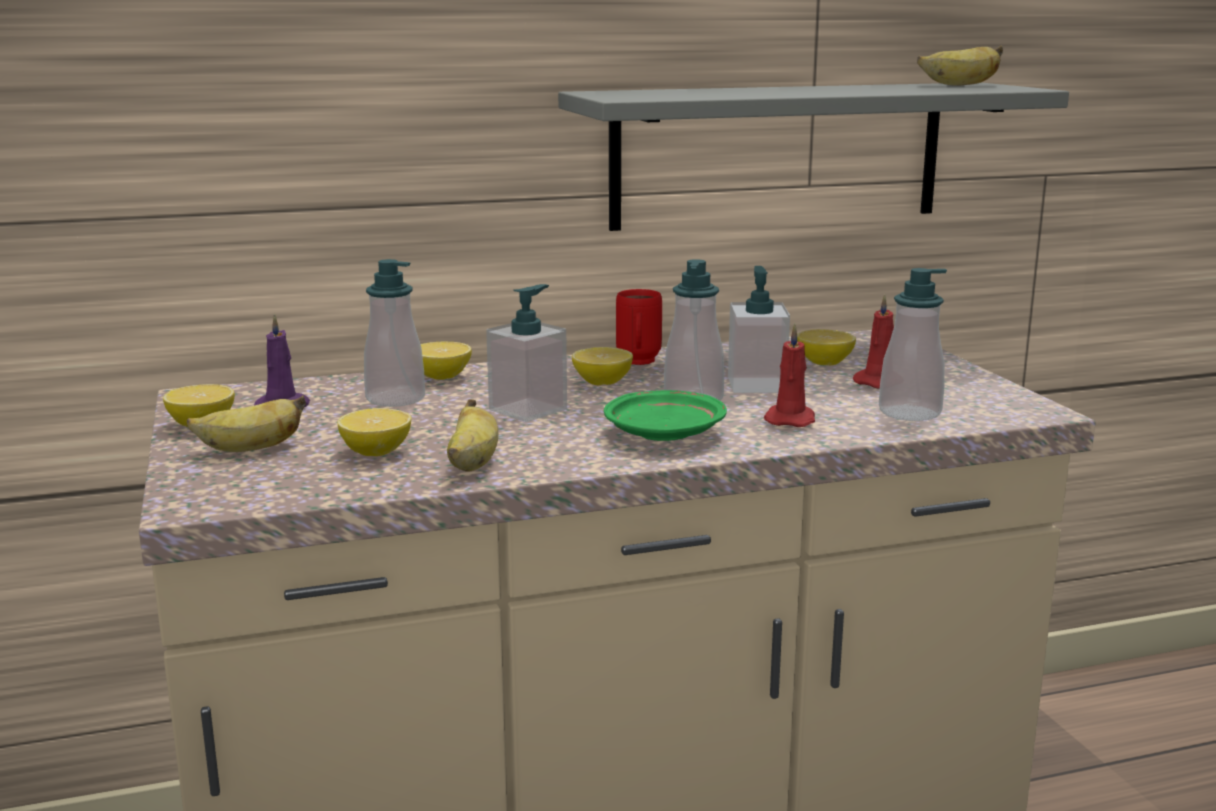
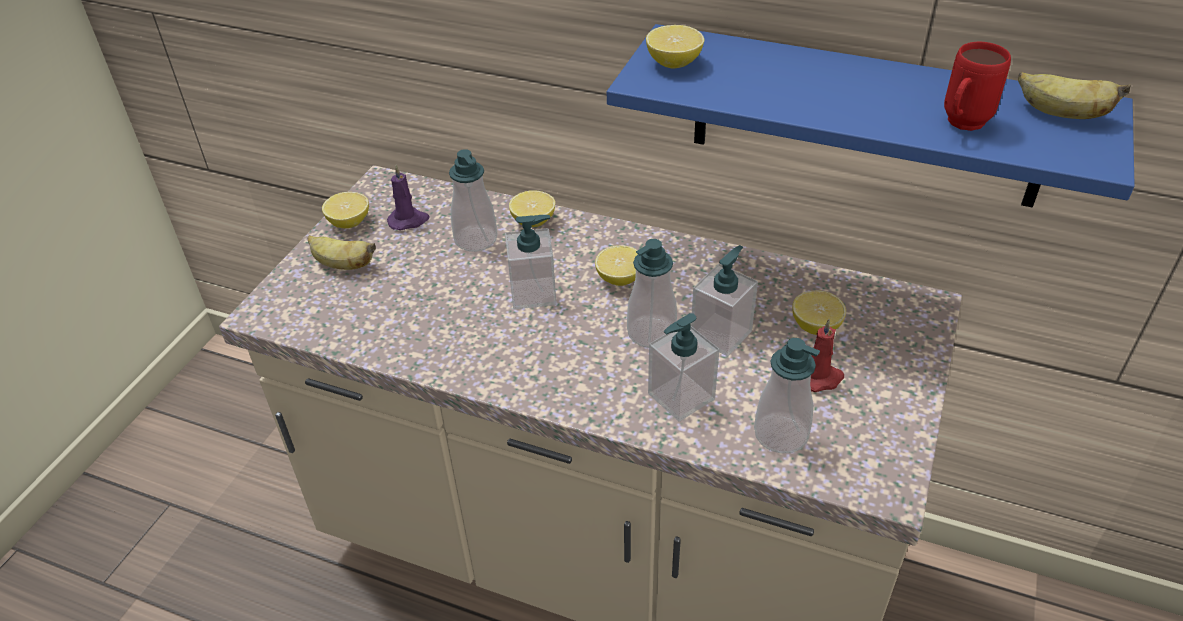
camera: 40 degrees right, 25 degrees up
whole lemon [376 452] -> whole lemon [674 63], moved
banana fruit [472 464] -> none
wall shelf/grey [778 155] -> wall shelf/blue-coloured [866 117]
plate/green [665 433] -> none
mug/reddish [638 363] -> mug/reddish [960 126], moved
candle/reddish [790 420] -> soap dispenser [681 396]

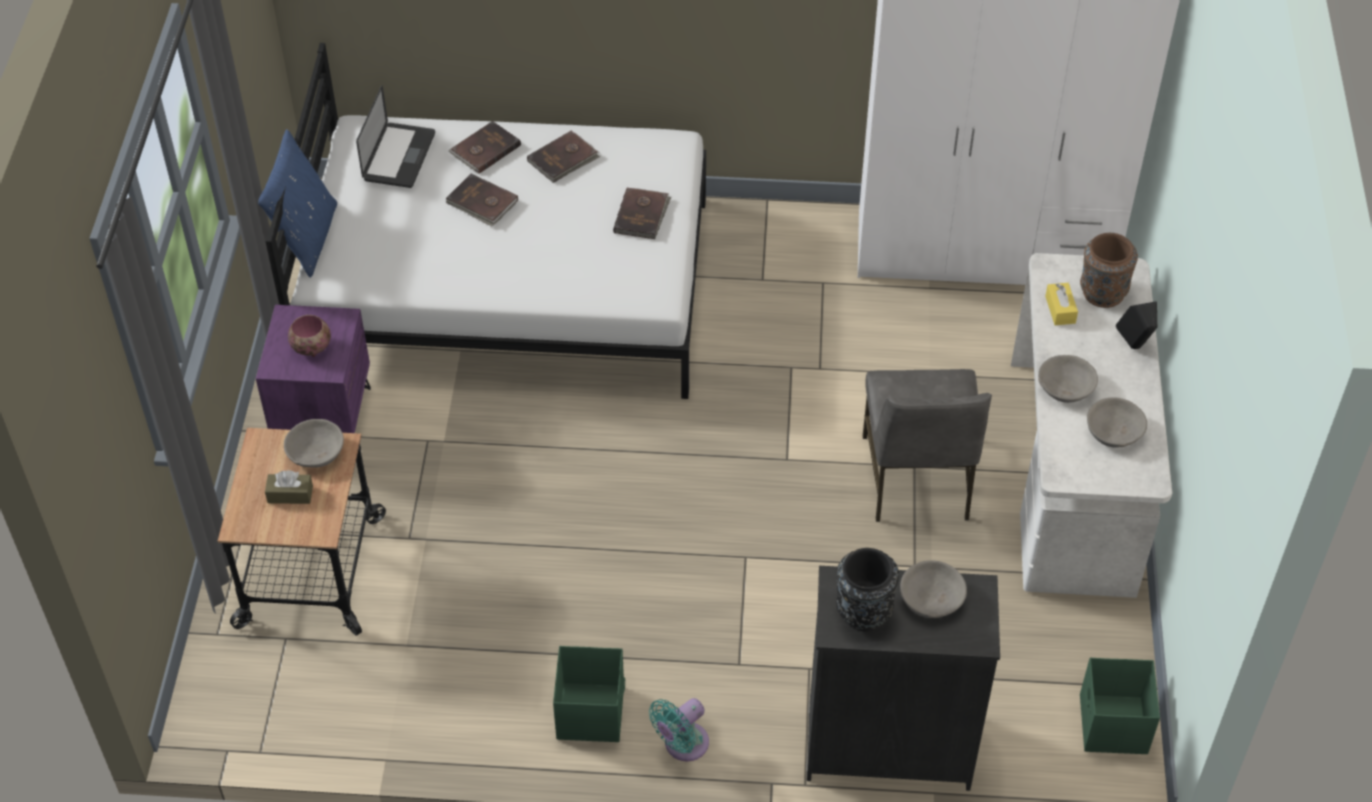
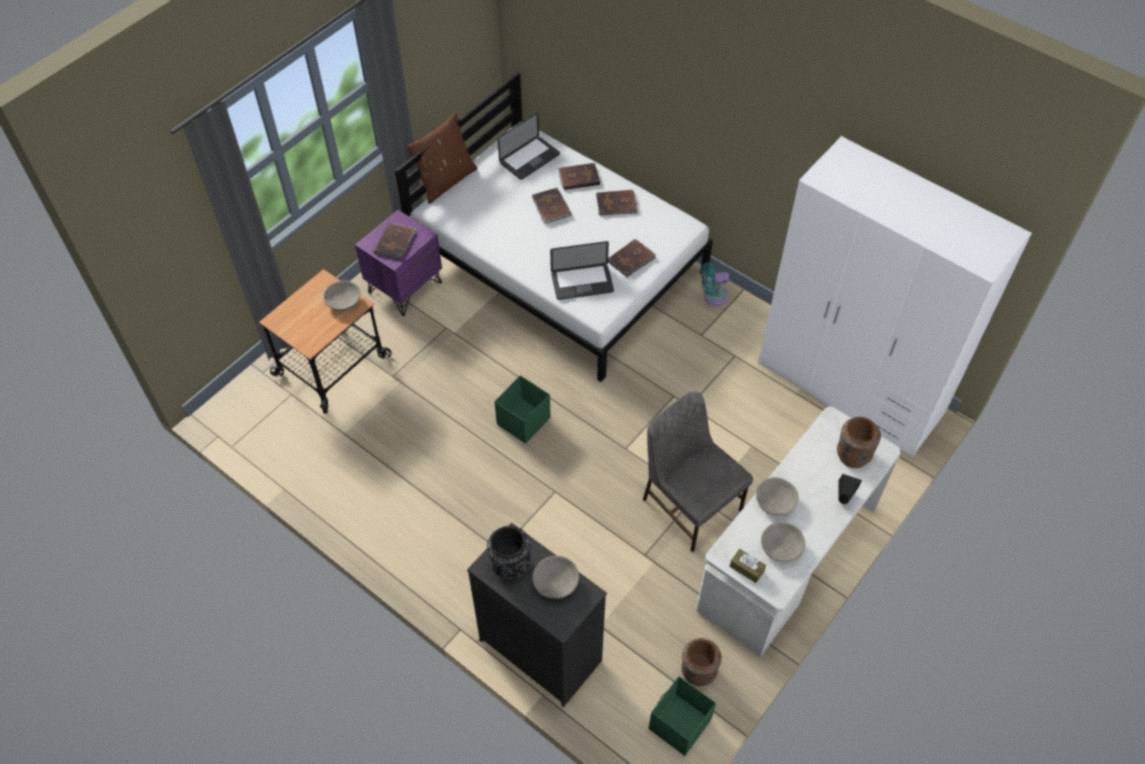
camera: 35 degrees right, 5 degrees up
throw pillow/blue-coloured [306 238] -> throw pillow/brown-coloured [445 181]
tissue box/brown-coloured [290 494] -> tissue box/brown-coloured [746 568], moved
serving bowl [312 347] -> bound book/brown-coloured [396 242]
storage bin/green [591 712] -> storage bin/green [524 421], moved
electric fan/turquoise [682 745] -> electric fan/turquoise [713 296], moved
plain chair/grey [917 479] -> plain chair/grey [690 504], 105 degrees clockwise
tissue box/yellowish [1060 310] -> none
none -> laptop [582 283]
none -> decorative vase/brown-coloured [698 671]

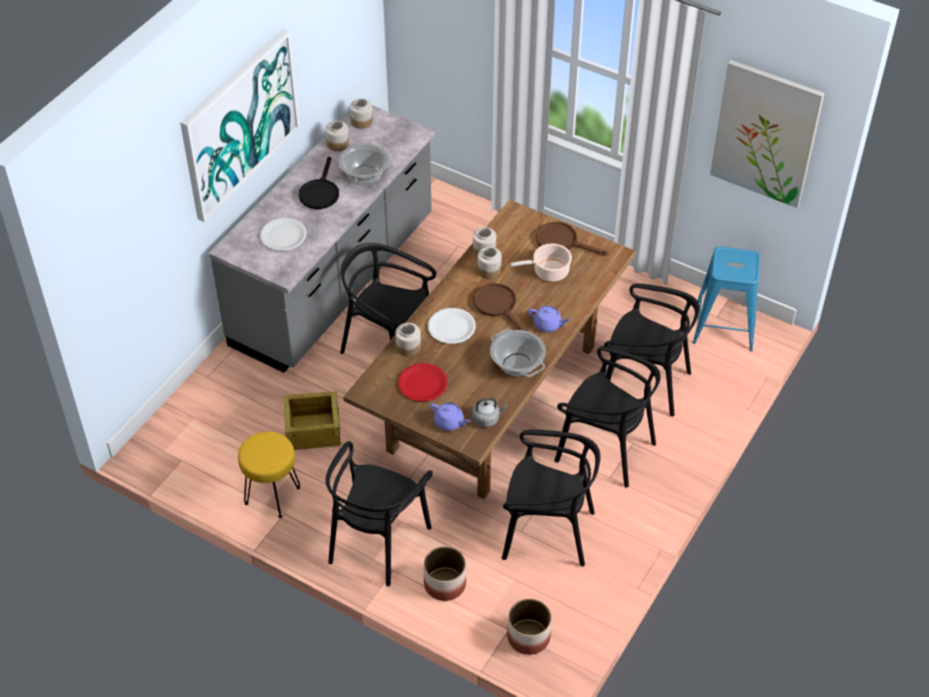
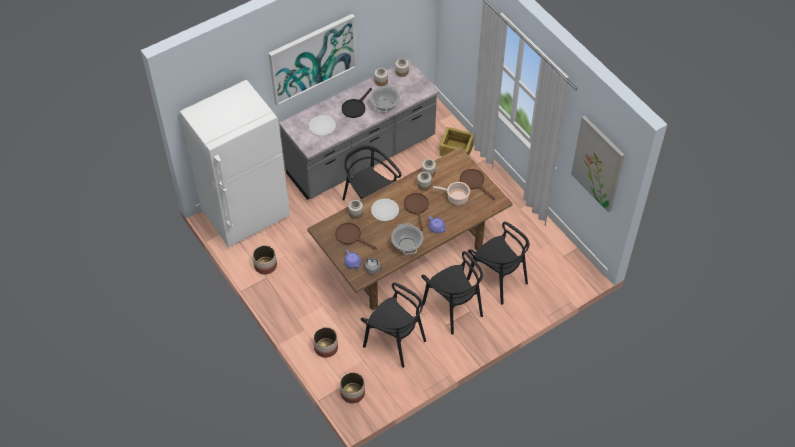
camera: 25 degrees right, 5 degrees up
stool seat/yellowish [273 495] -> planter [265 265]
packing crate [312 429] -> packing crate [456 149], moved
plain chair/blackish [377 542] -> none
plate/reddish [422 383] -> skillet/brown-coloured [351 236]
stool seat/blue-coloured [724 326] -> none
none -> fridge/white-coloured [246 217]

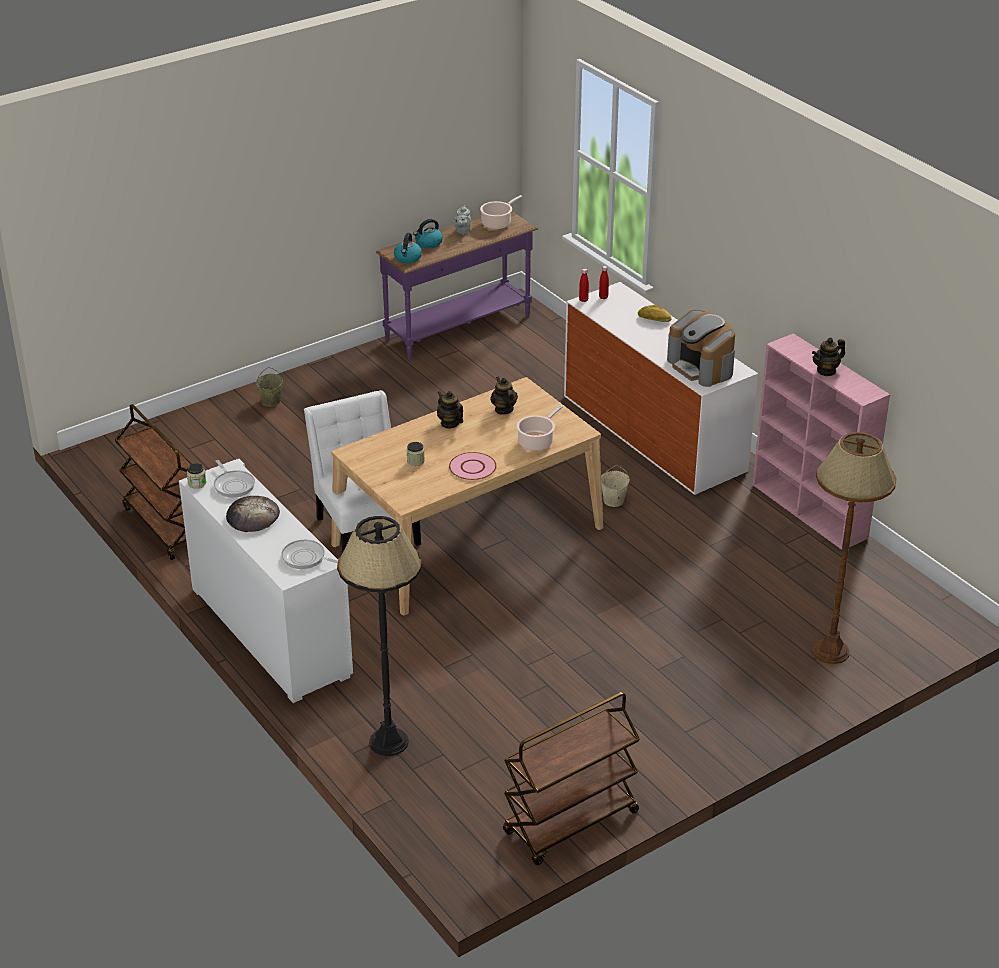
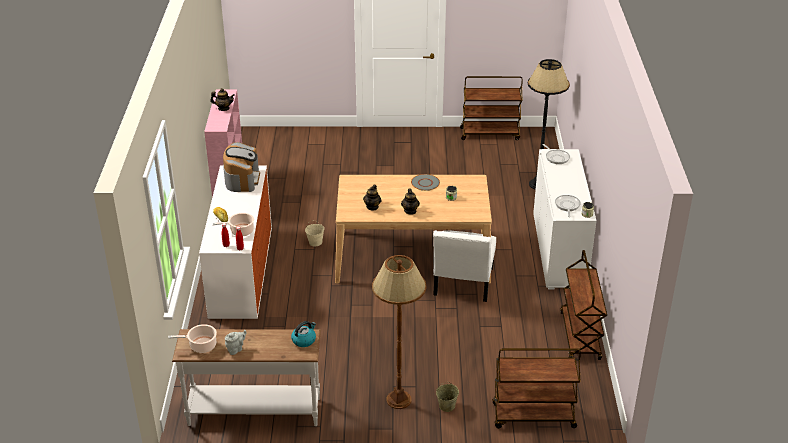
camera: 145 degrees left, 0 degrees up
baked bread [252 517] -> none
console table/purplish [459 329] -> console table/white-coloured [254 410]
tea kettle [428 243] -> none
plate/pink-coloured [472 467] -> plate/grey [425 183]
cooking pot [537 441] -> cooking pot [240 231], moved
floor lamp/brown-coloured [831 651] -> floor lamp/brown-coloured [398 400], moved
none -> trolley/brown-coloured [533 416]

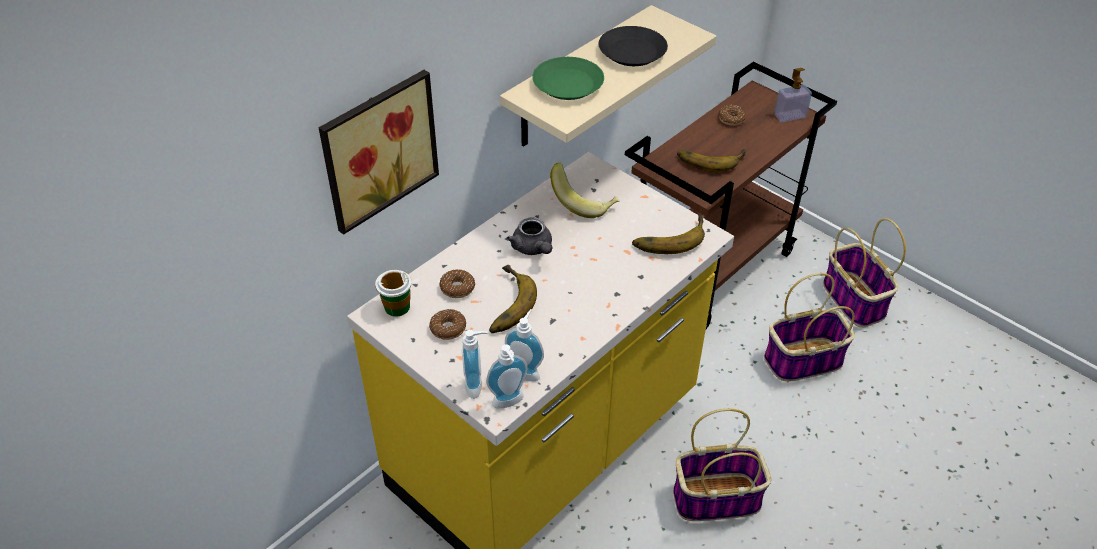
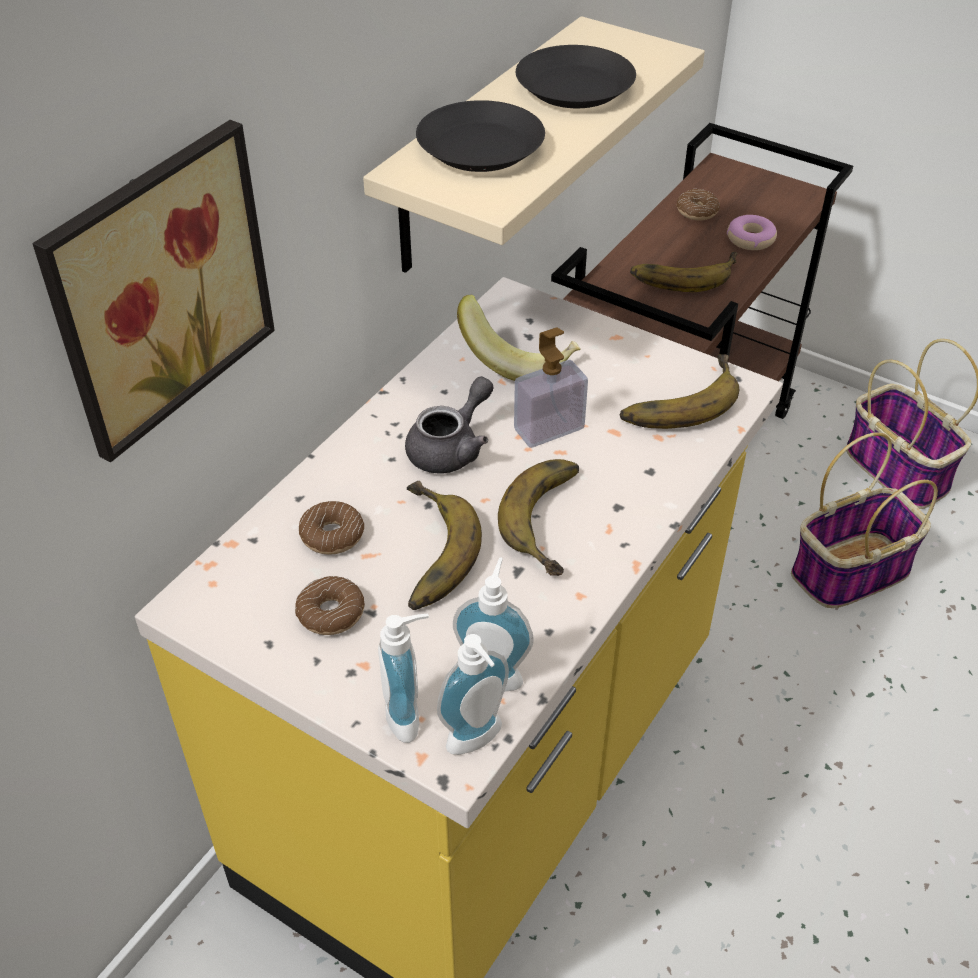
camera: 10 degrees left, 0 degrees up
cup [397 307] -> none
tea pot/grey [533 249] -> tea pot/grey [451 448], 105 degrees counterclockwise
plate/green [568 85] -> plate/blackish [481 148]
basket [717 498] -> none
soap dispenser [790 116] -> soap dispenser [549 429], moved
none -> banana fruit [556 520]
none -> doughnut [751 239]

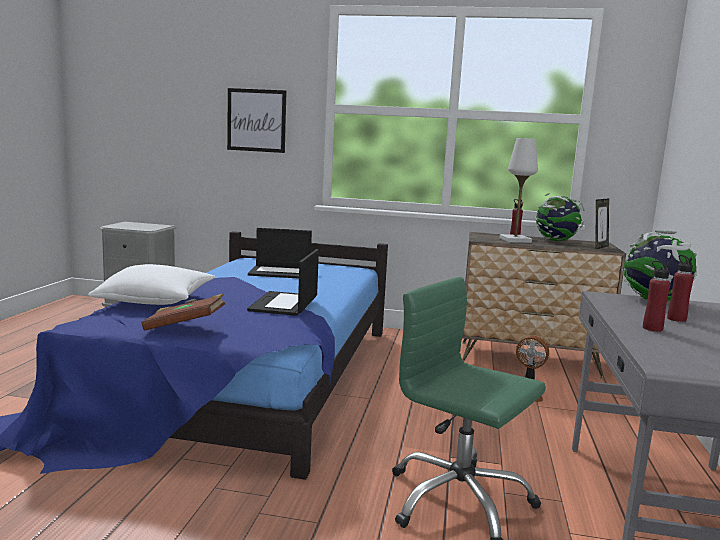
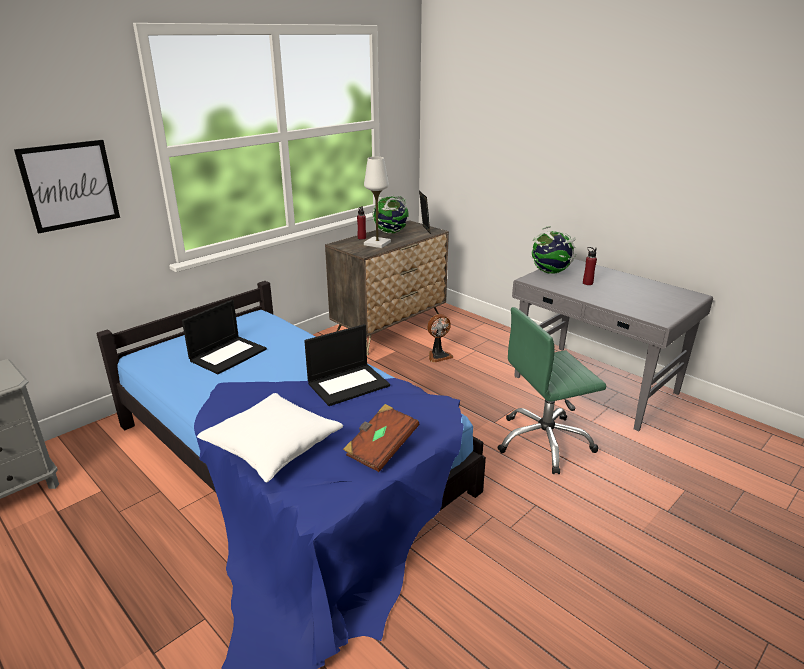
camera: 55 degrees left, 15 degrees up
laptop [284 304] -> laptop [348 384], 75 degrees counterclockwise
drink bottle/reddish [652 328] -> none

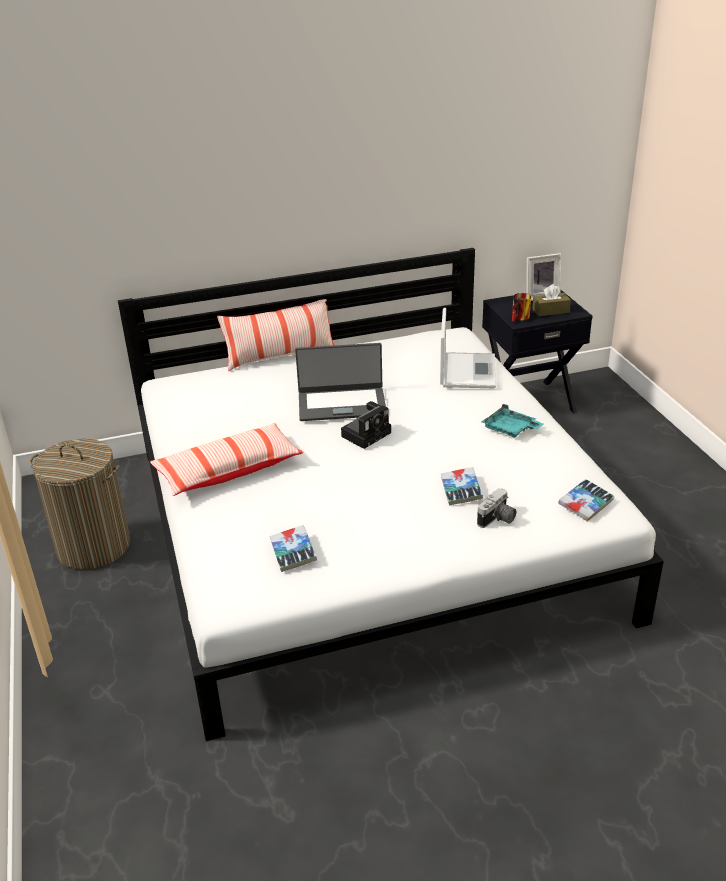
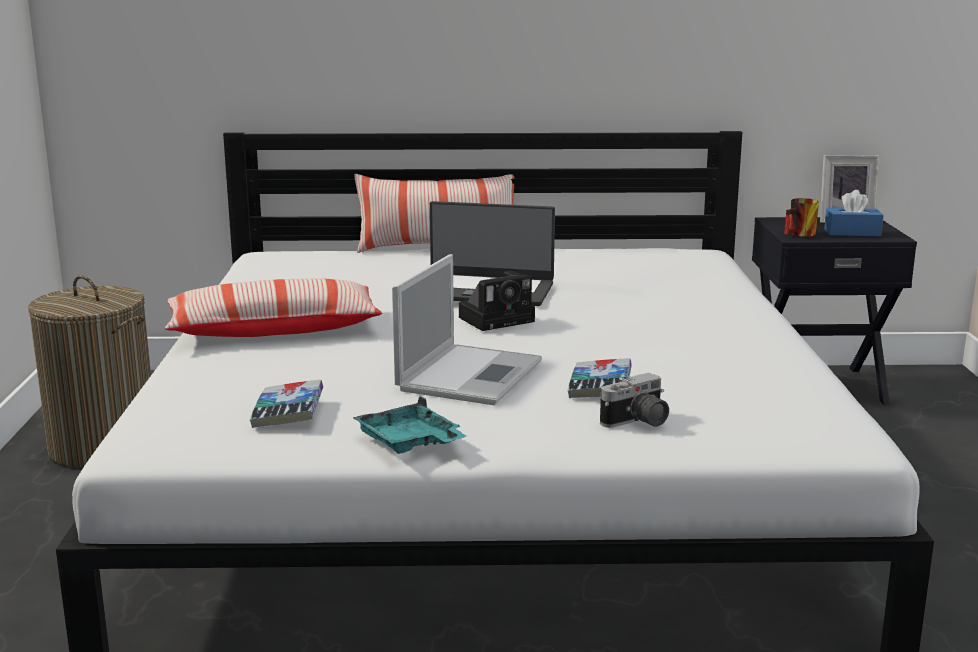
camera: 15 degrees right, 15 degrees down
laptop [467 370] -> laptop [471 374], moved
carrying tray/turquoise [510 429] -> carrying tray/turquoise [410 442], moved
tissue box/brown-coloured [550 311] -> tissue box/blue-coloured [852 232]
bound book [585 504] -> none

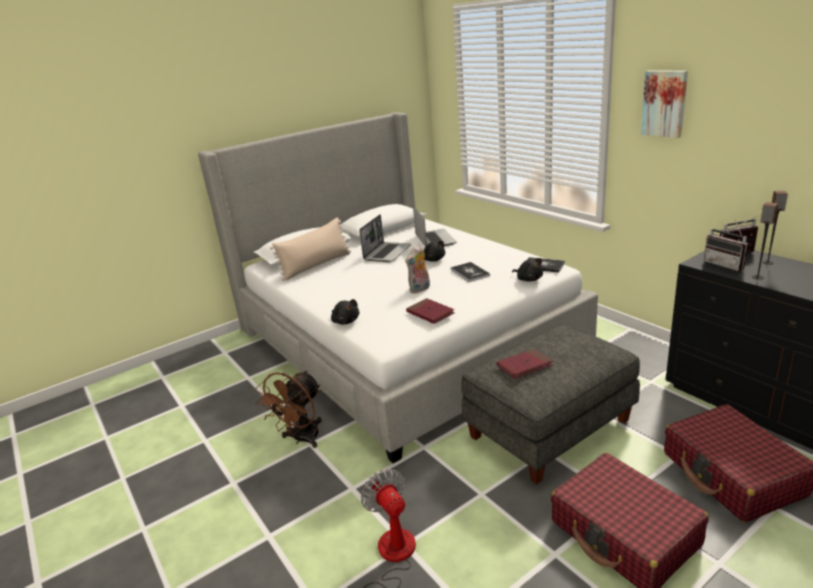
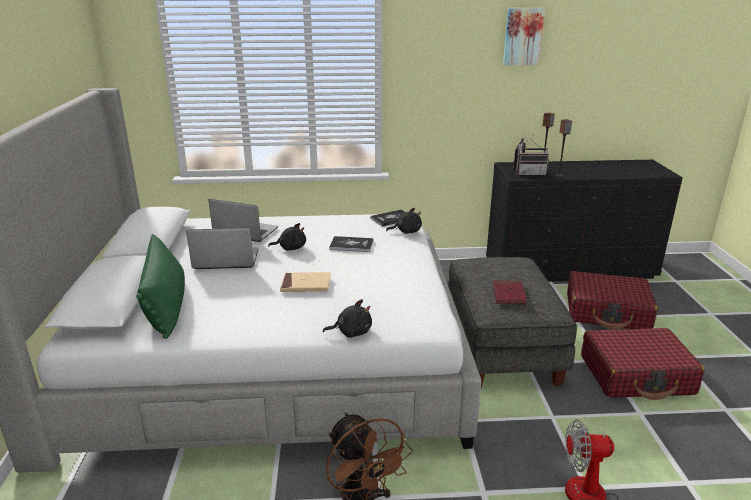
camera: 60 degrees left, 0 degrees up
throw pillow/beige [316 265] -> throw pillow/green [166 305]
laptop [387 253] -> laptop [225 260], 60 degrees counterclockwise
cuddly toy [420 289] -> none
bound book/reddish [430 313] -> none
picture [664 103] -> picture [522 36], moved
none -> bound book/beige [306 285]

